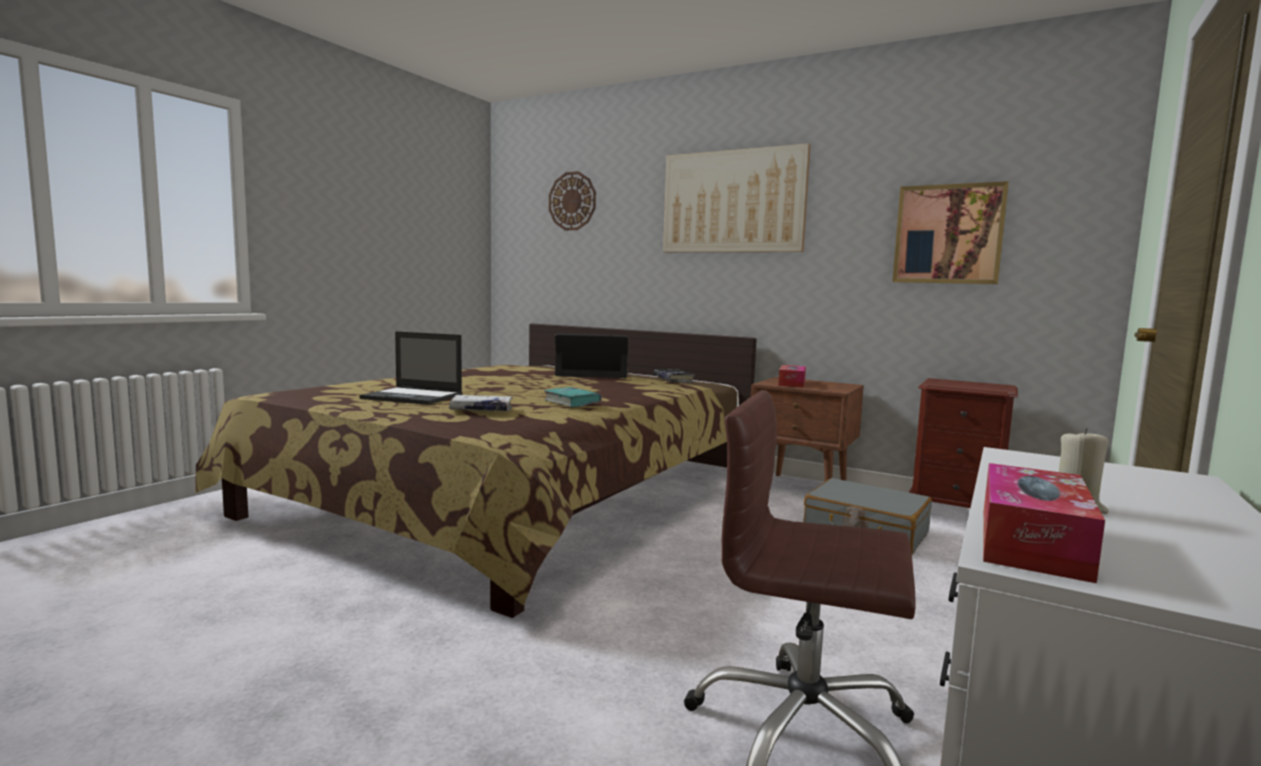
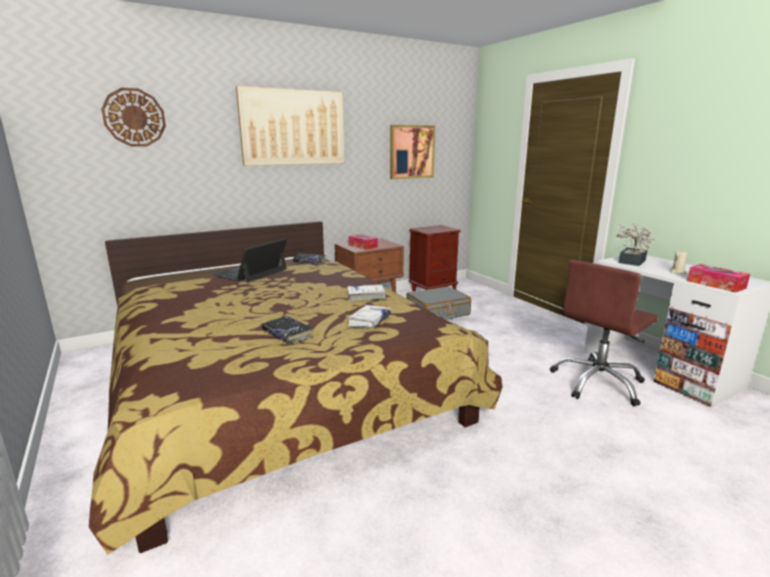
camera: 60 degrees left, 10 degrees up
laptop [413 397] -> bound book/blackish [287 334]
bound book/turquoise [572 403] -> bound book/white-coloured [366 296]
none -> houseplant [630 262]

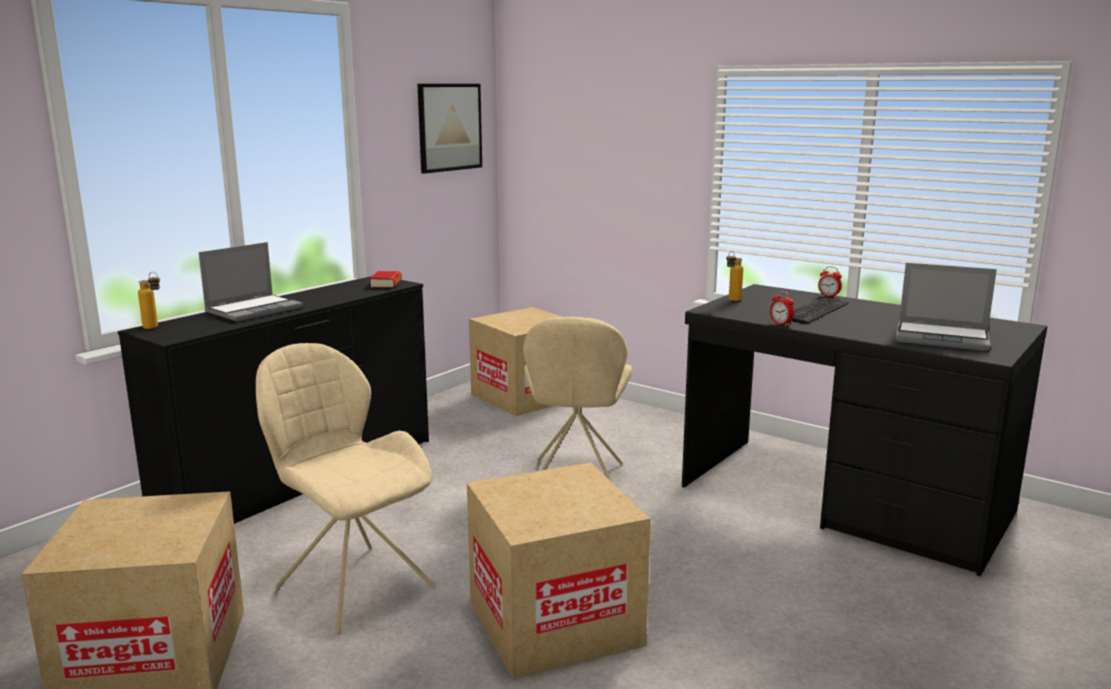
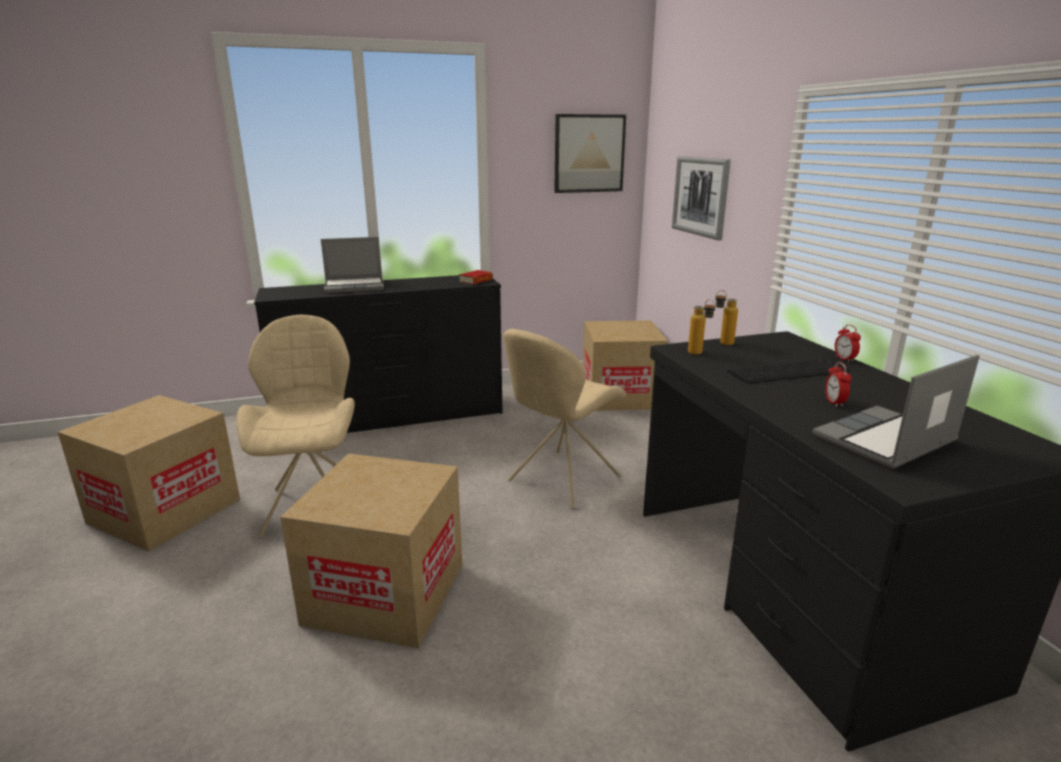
camera: 35 degrees right, 5 degrees up
drink bottle [155 328] -> drink bottle [699 354], moved
alarm clock [781 324] -> alarm clock [834 402], moved
laptop [943 338] -> laptop [885 440], 90 degrees clockwise
none -> picture [700 196]

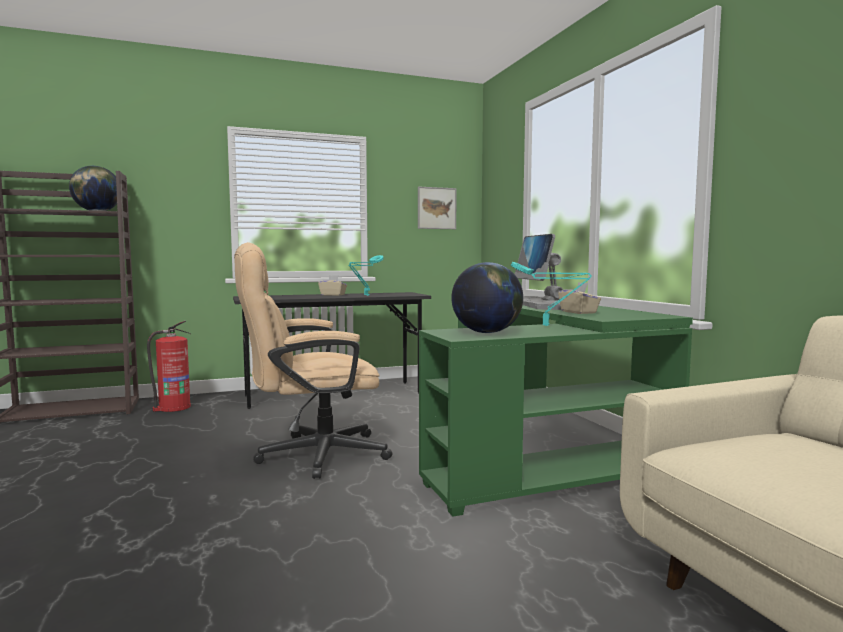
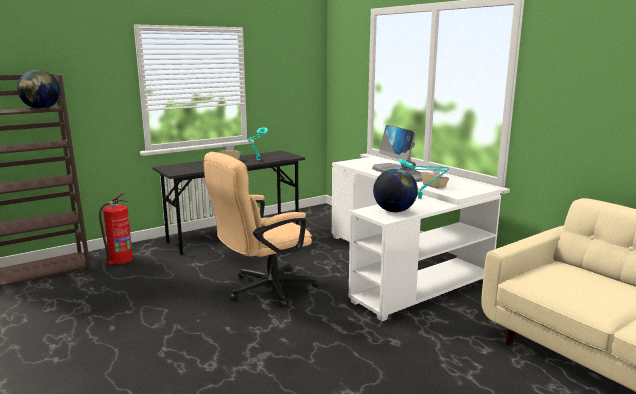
camera: 15 degrees left, 10 degrees up
picture [436 208] -> none
desk/green [539 446] -> desk/white-coloured [403 266]

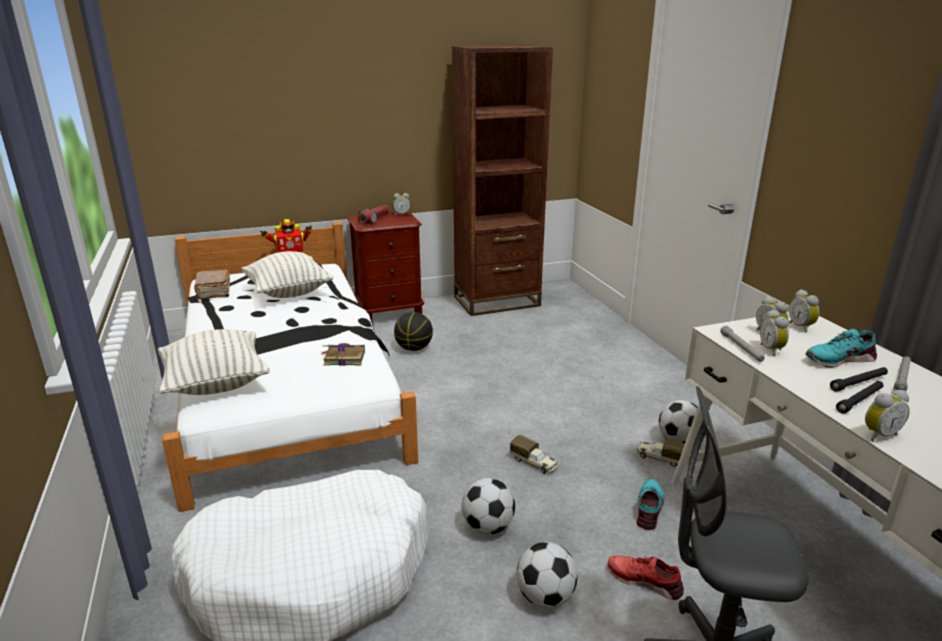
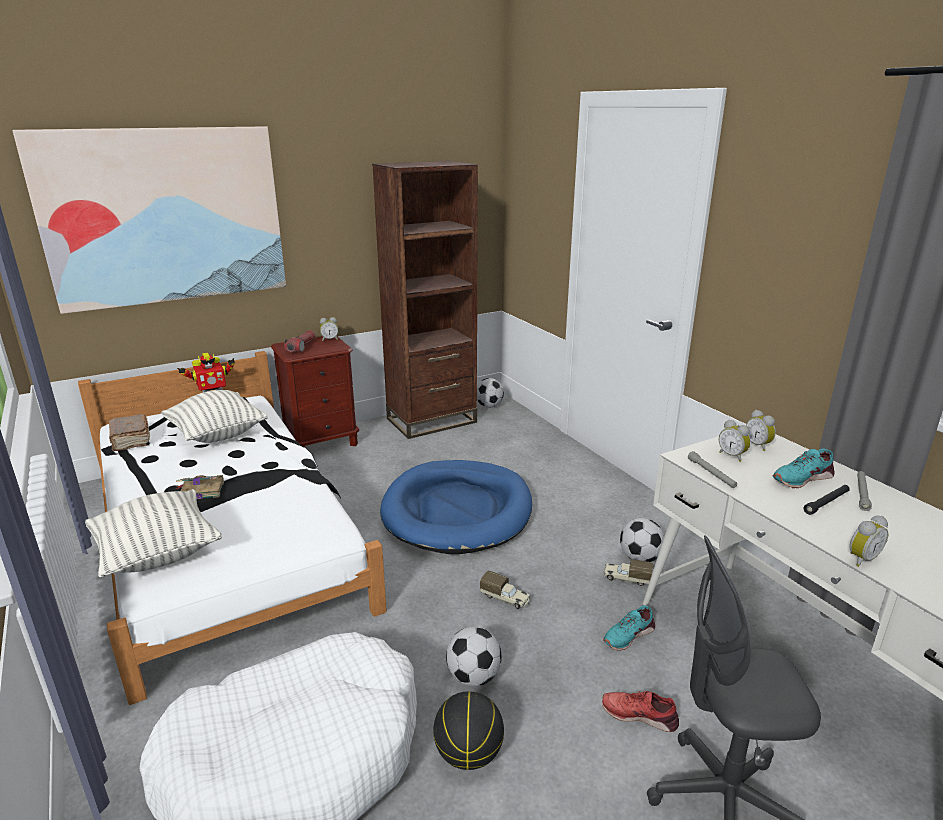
camera: 10 degrees left, 0 degrees up
bound book [343 358] -> bound book [201 491], moved
basketball ball [413 348] -> basketball ball [468 754], moved
football [545 597] -> football [489 406], moved
shoe/turquoise [650 509] -> shoe/turquoise [628 635], 135 degrees counterclockwise
alarm clock [772 350] -> none
hand torch/blackish [859 400] -> none
none -> picture [165 217]
none -> dog bed/blue-coloured [457 510]

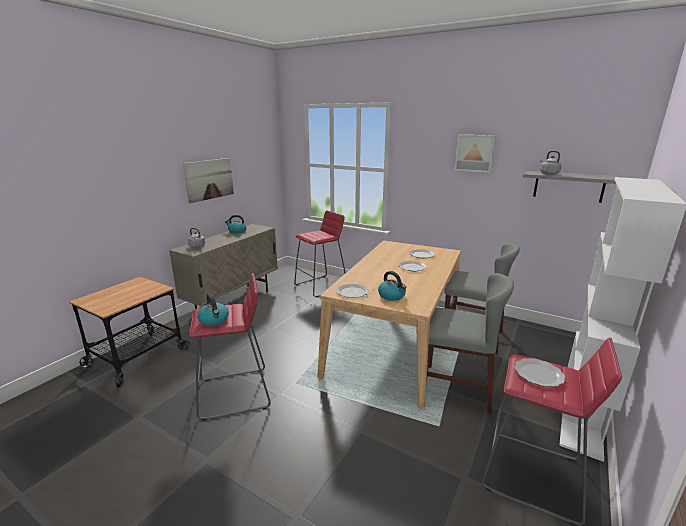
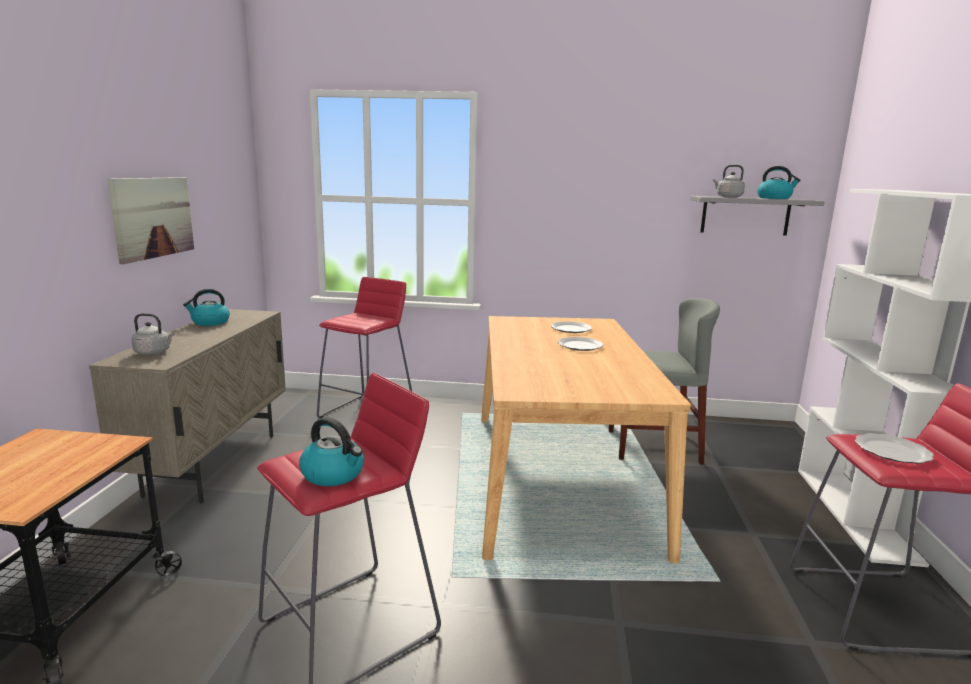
camera: 25 degrees left, 5 degrees down
plate [352 292] -> none
tea kettle [392 296] -> tea kettle [774 198], moved
plain chair/grey [456 387] -> none
picture [474 153] -> none

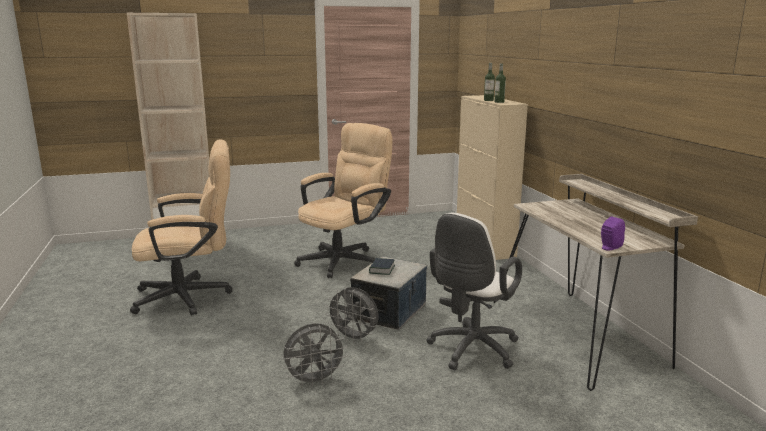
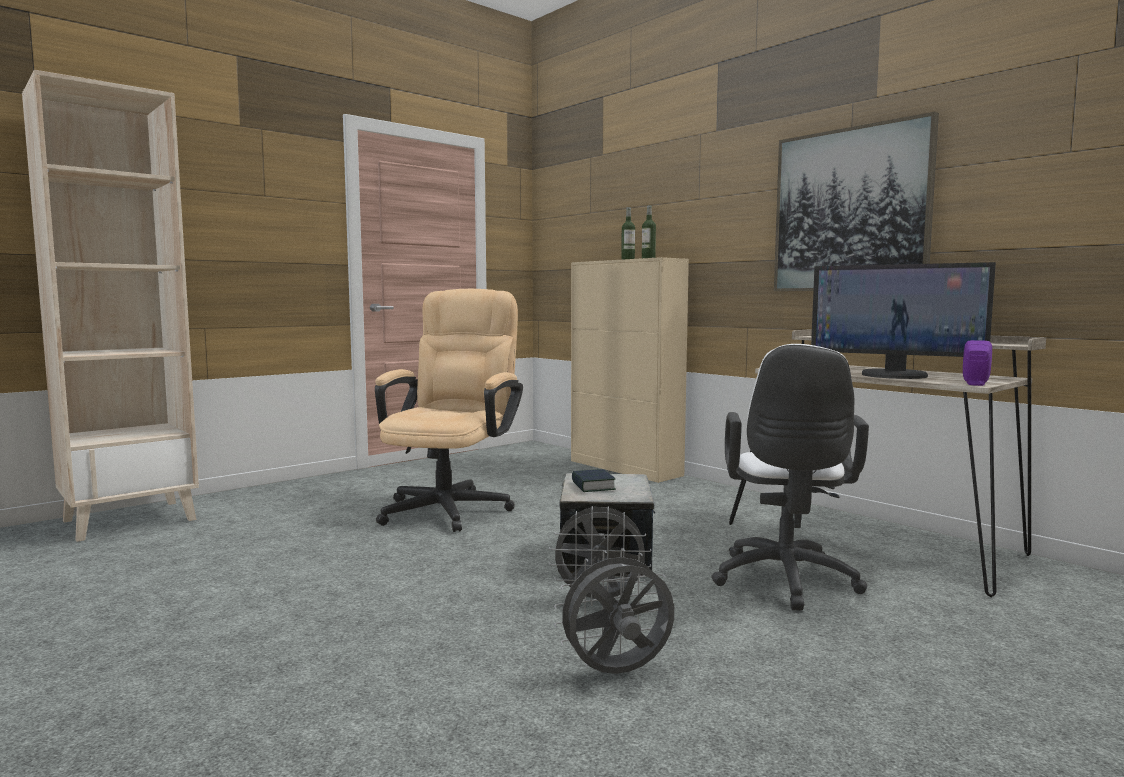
camera: 25 degrees left, 10 degrees down
office chair/beige [191 296] -> none
electric fan/grey [314 381] -> electric fan/grey [617 674], 150 degrees counterclockwise
none -> picture [850 210]
none -> computer screen [894 375]

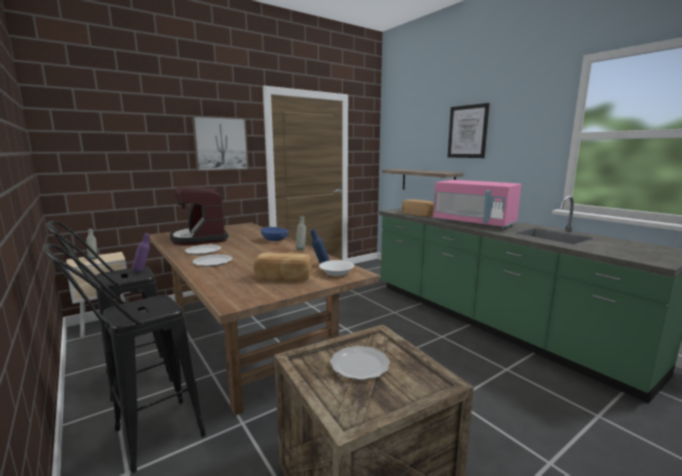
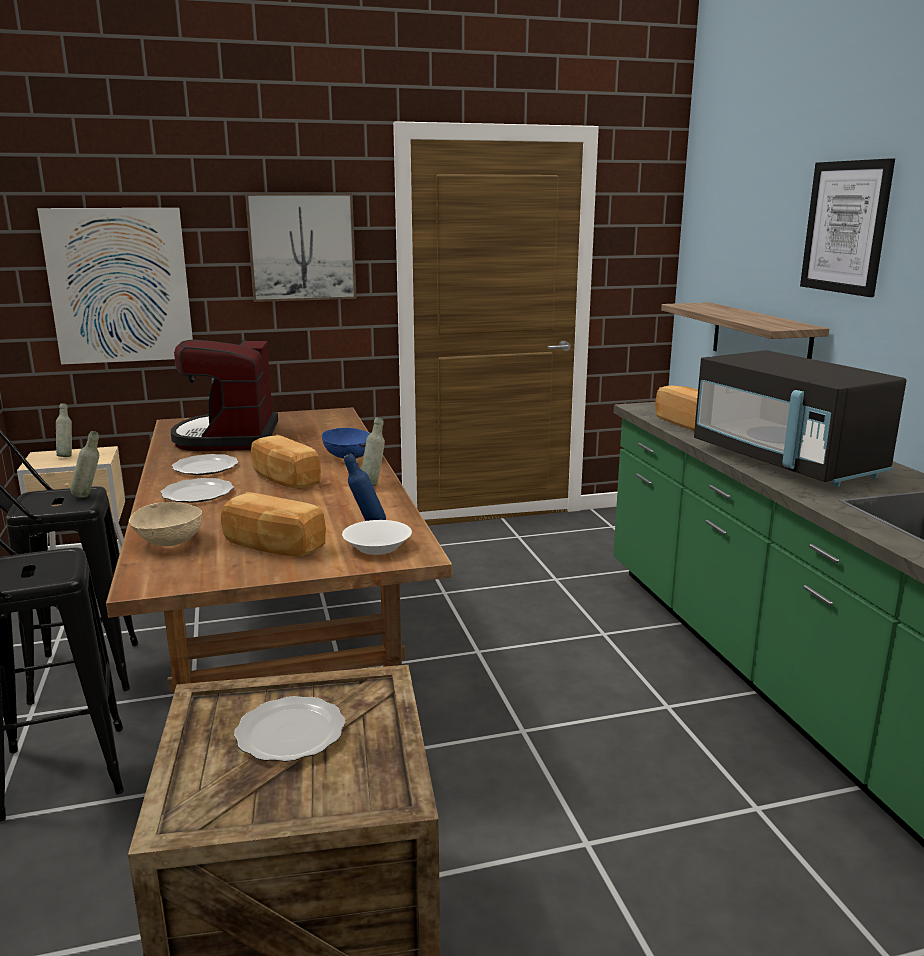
camera: 20 degrees right, 5 degrees up
drink bottle/purplish [143 271] -> drink bottle/grey [89 496]
microwave/pink-coloured [474 223] -> microwave/blackish [786 462]
none -> picture [120 286]
none -> serving bowl/beige [168 542]
none -> baked bread [284 479]

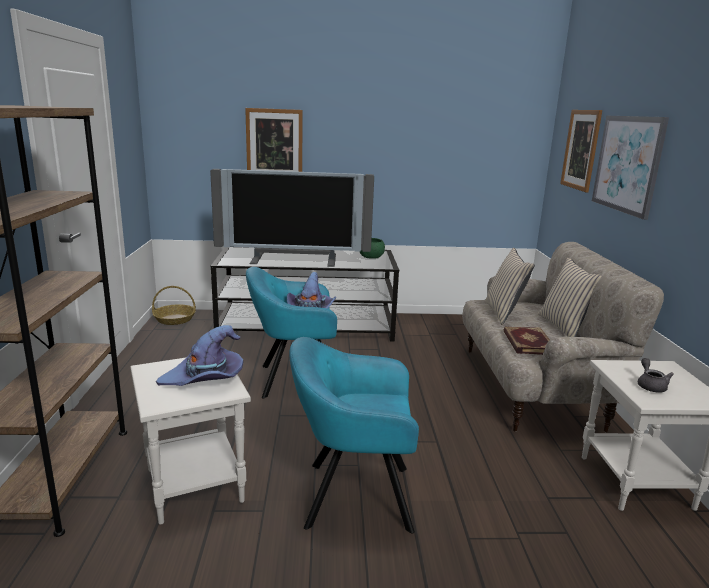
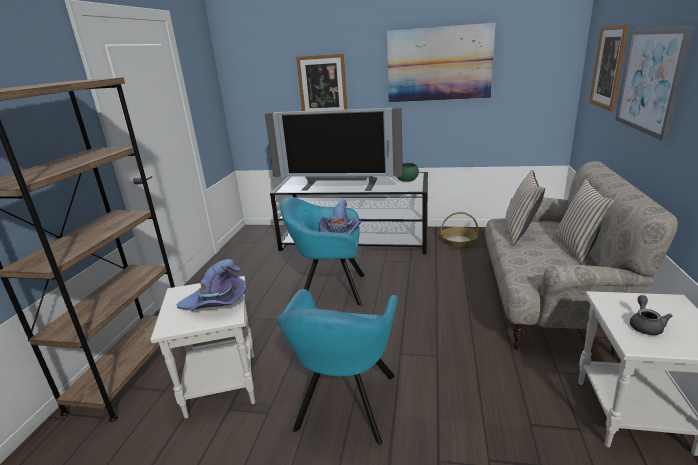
camera: 15 degrees right, 5 degrees up
basket [175 319] -> basket [458 241], moved
easy chair/turquoise [352 495] -> easy chair/turquoise [345 405], 90 degrees counterclockwise
bound book [527 343] -> none
none -> picture [439 64]

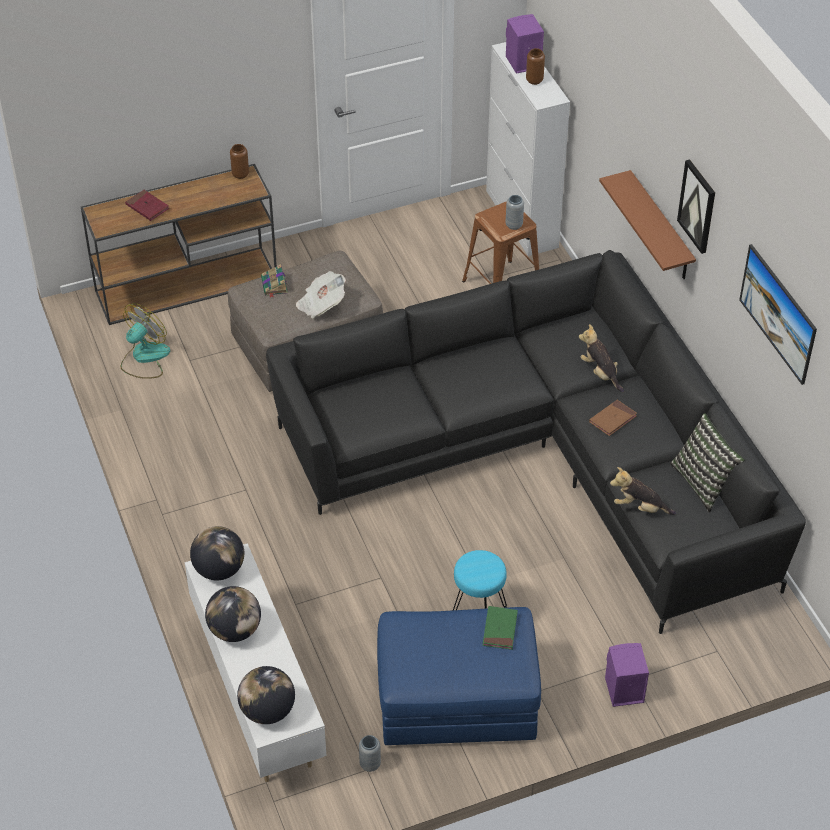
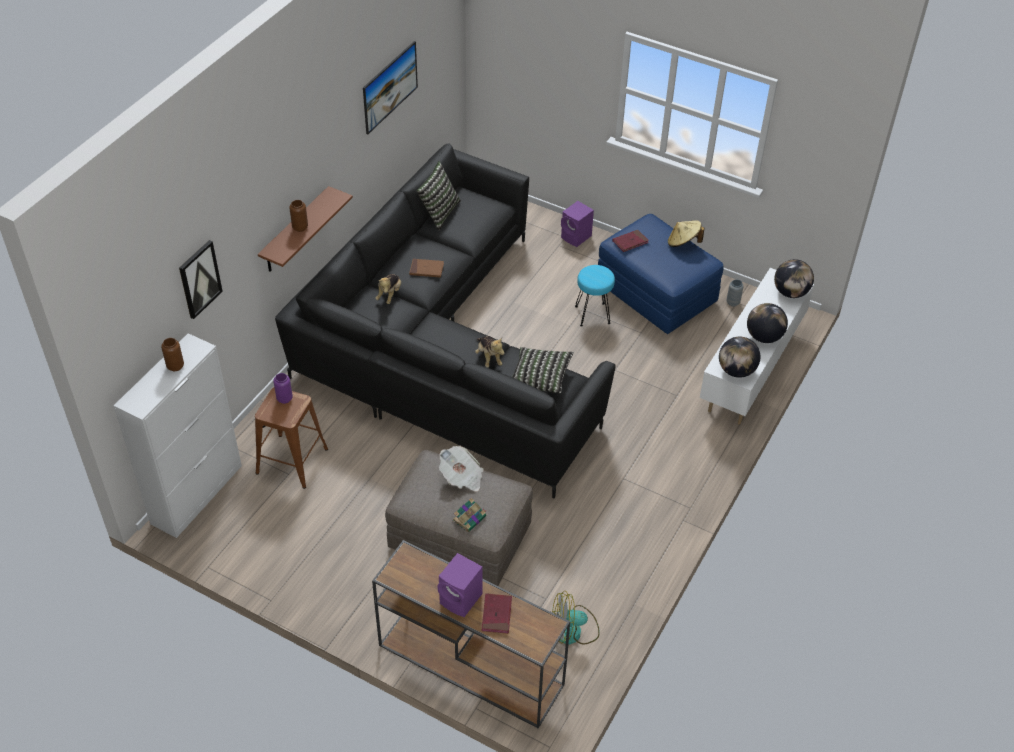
camera: 130 degrees left, 0 degrees up
decorative vase/brown-coloured [240 174] -> decorative vase/brown-coloured [300 228], moved
bound book/green [500 629] -> bound book/reddish [630 242]
decorative vase/grey [514 225] -> decorative vase/purplish [284 399]
audio speaker/purplish [522 62] -> audio speaker/purplish [462 600], moved
cuddly toy [639 507] -> cuddly toy [489 357], moved
picture [697 206] -> picture [199 279], moved
none -> throw pillow [540 378]
none -> clothing hat/beige [683 243]

